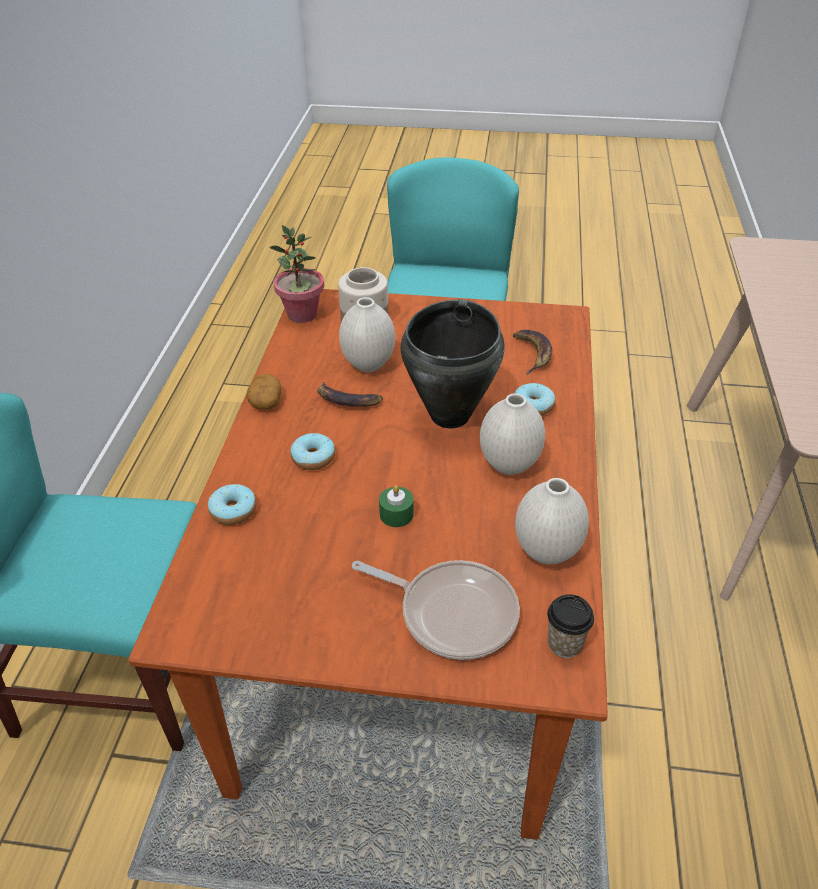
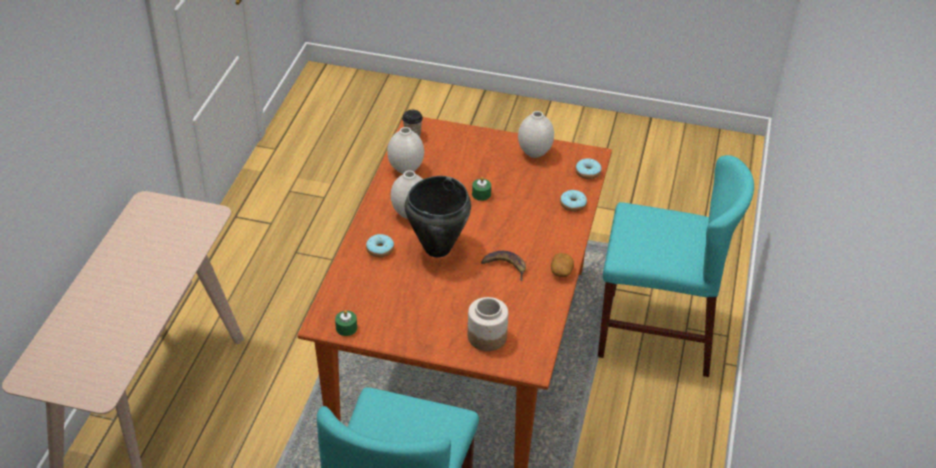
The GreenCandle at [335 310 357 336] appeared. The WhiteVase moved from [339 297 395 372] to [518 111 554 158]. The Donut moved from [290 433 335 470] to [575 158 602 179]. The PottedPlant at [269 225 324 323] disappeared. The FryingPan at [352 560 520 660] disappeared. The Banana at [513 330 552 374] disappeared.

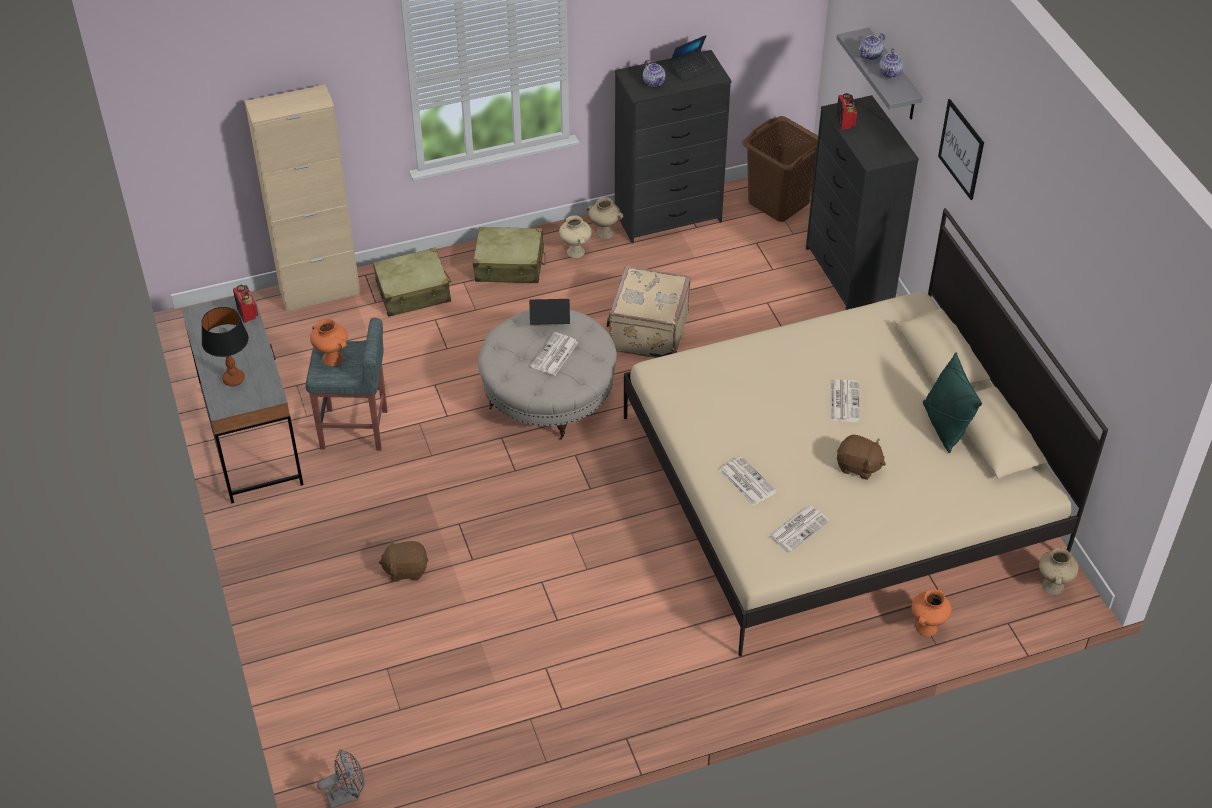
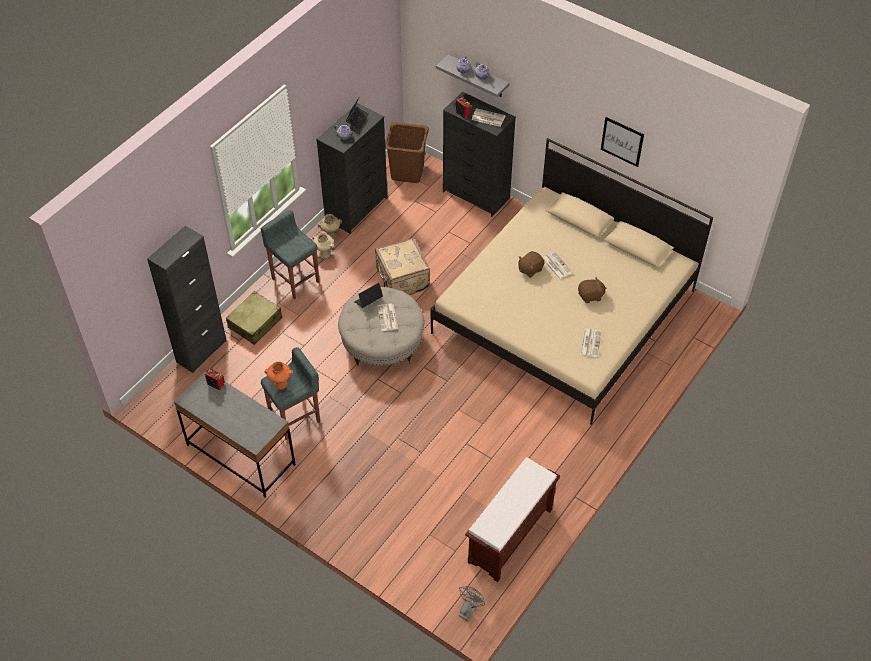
The BeigeCabinet at [245 84 361 312] became the BlackCabinet at [147 226 227 373]. The BeigeSuitcase at [473 227 546 283] was replaced by the GreyStool at [261 210 319 299]. The BrownBench at [465 457 560 582] appeared. The Newspaper moved from [719 456 777 506] to [471 108 506 127]. The BrownPlushToy moved from [378 539 429 582] to [518 251 544 278]. The Picture moved from [938 99 984 200] to [601 117 644 167]. The TableLamp at [202 307 249 386] disappeared. The OrangeVase at [911 589 951 636] disappeared. The GreenPillow at [923 352 982 453] disappeared. The BeigeVase at [1039 548 1078 595] disappeared.

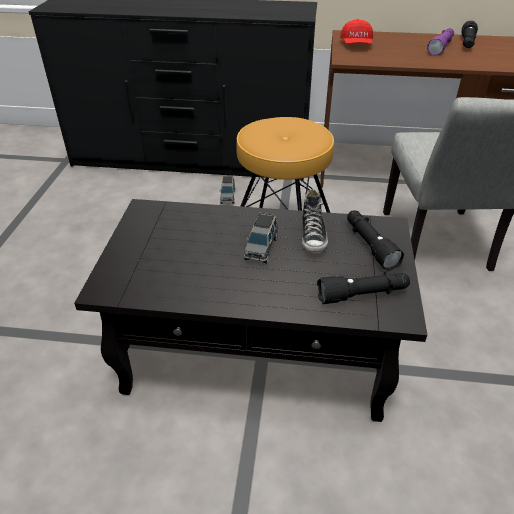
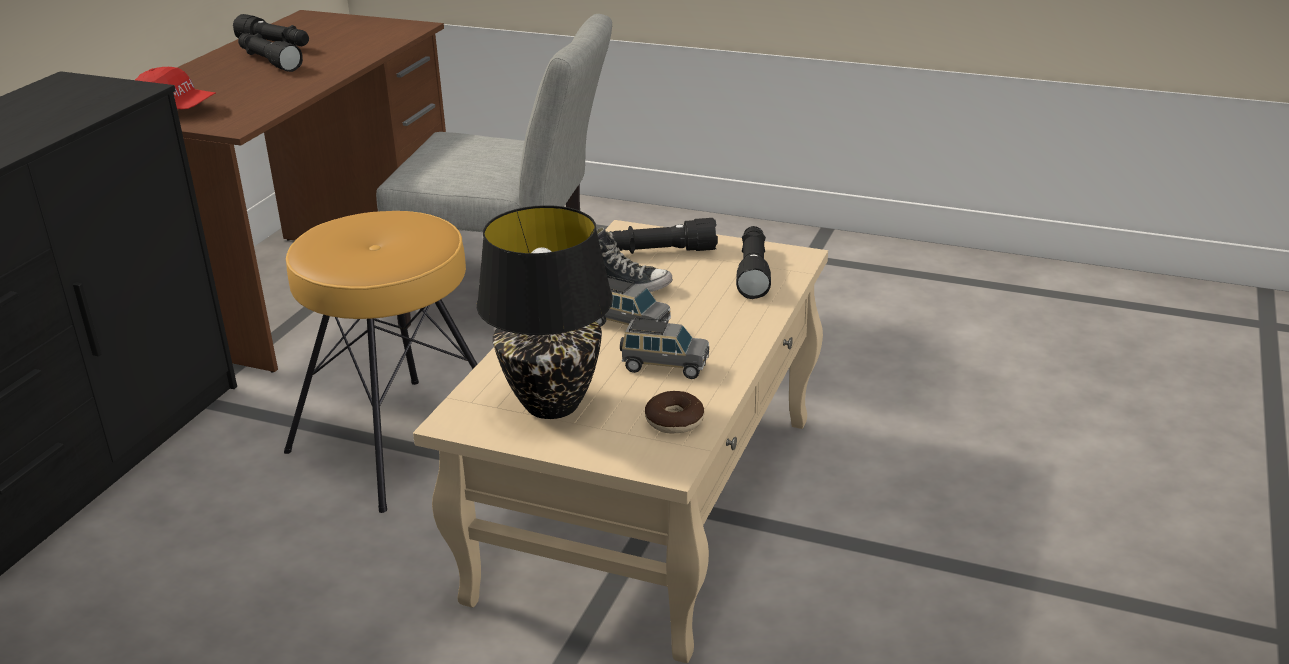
The PurpleFlashlight at [427 28 454 55] became the BlackFlashlight at [238 33 303 72]. The BlackCoffeeTable at [74 199 427 422] became the BeigeCoffeeTable at [413 220 828 663]. The BlackTableLamp at [477 205 613 419] appeared. The GreyToyCar moved from [220 175 235 204] to [620 317 709 379]. The Donut at [645 391 704 434] appeared.

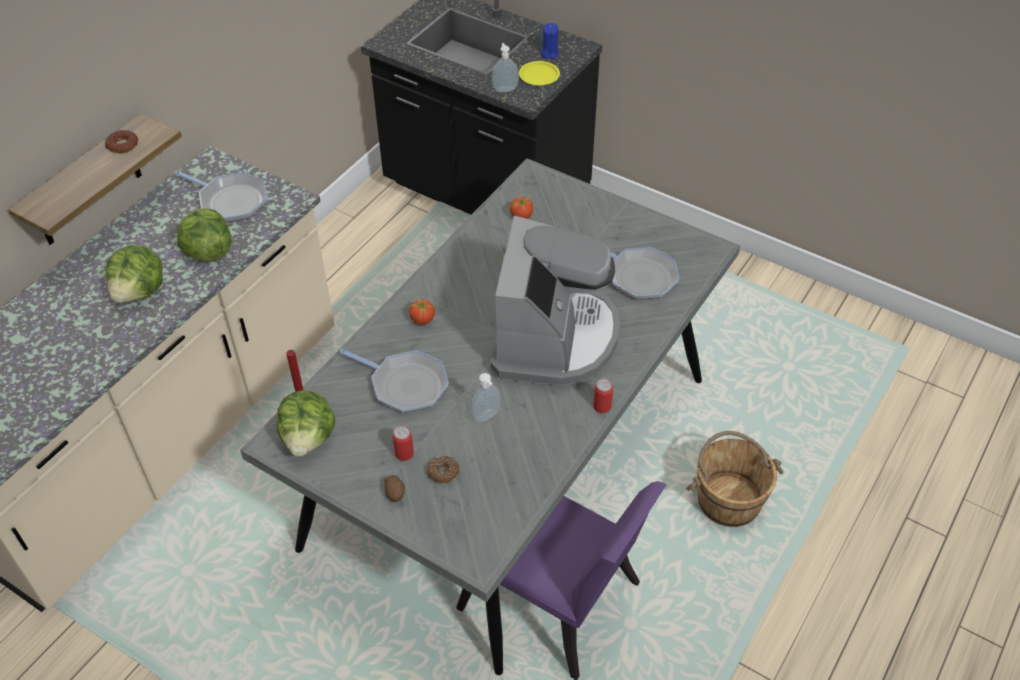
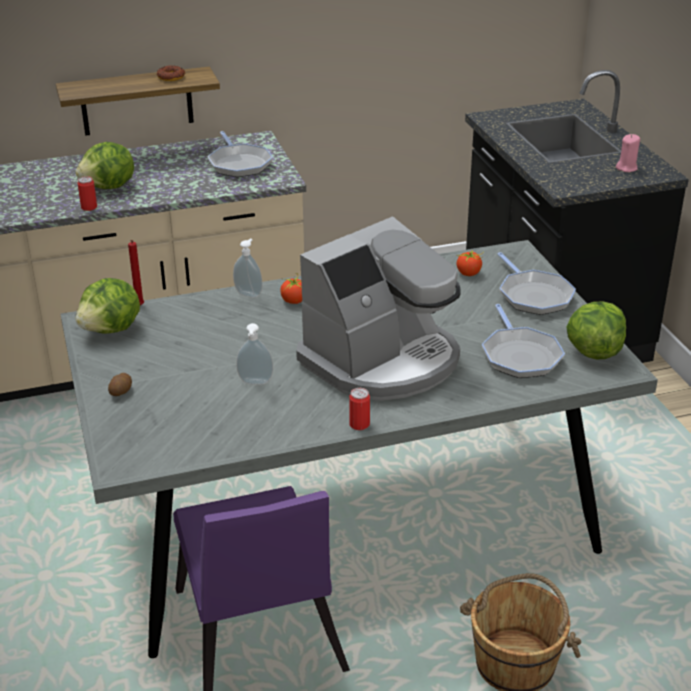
The Can moved from [393 426 414 461] to [78 176 97 211]. The SoapDispenser moved from [492 43 519 92] to [233 239 262 298]. The FryingPan moved from [339 349 449 413] to [498 252 576 315]. The Lettuce moved from [177 208 231 262] to [566 301 626 359]. The BlueCandle at [540 23 559 59] became the PinkCandle at [616 134 640 172]. The Donut at [427 456 459 484] disappeared. The YellowPlate at [519 61 560 85] disappeared.

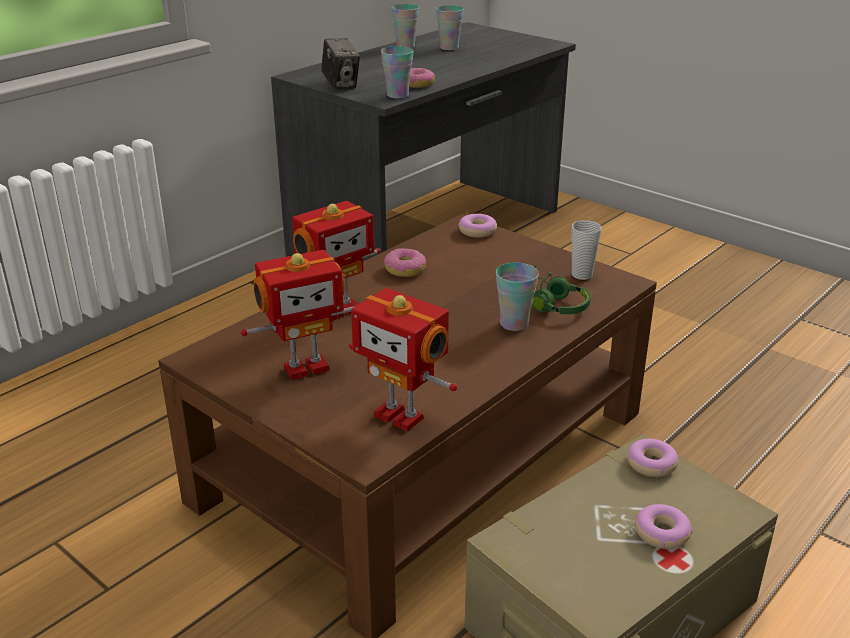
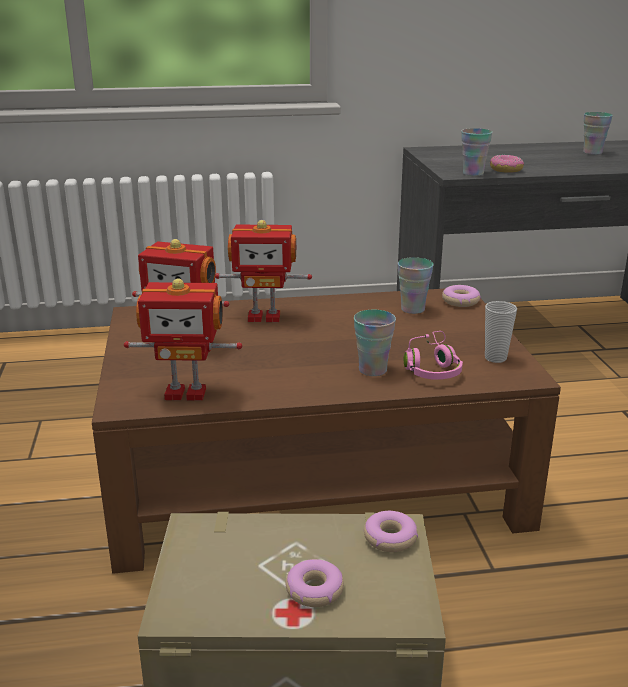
The ToyRobot at [349 288 457 432] turned 75 degrees counterclockwise. The Cup moved from [391 4 419 48] to [398 257 434 314]. The GreenHeadphones at [532 265 591 314] became the PinkHeadphones at [404 331 463 380]. The PhotoCamera at [321 39 360 89] disappeared. The Donut at [384 248 426 277] disappeared.

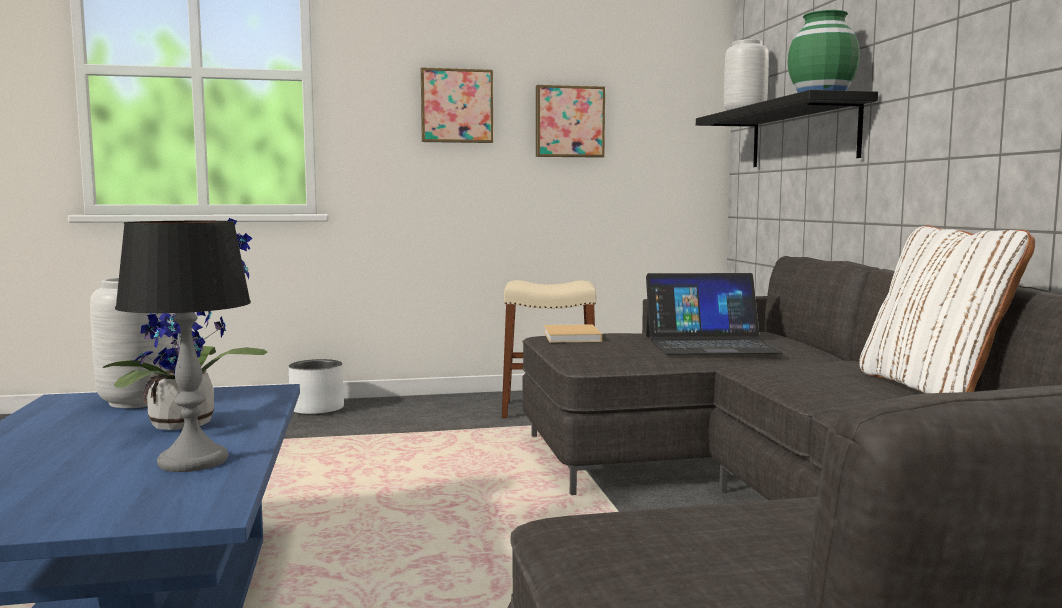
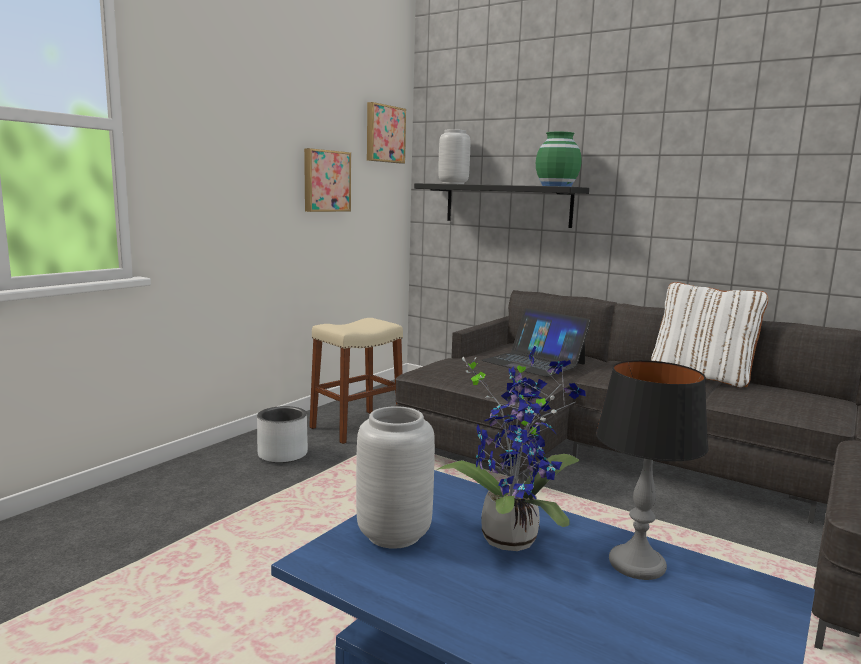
The GreyPlanter moved from [289 359 344 416] to [257 406 308 463]. The Picture moved from [421 67 493 143] to [367 102 406 163]. The Laptop at [646 273 784 355] turned 90 degrees clockwise. The BeigeBook at [544 324 602 343] disappeared.

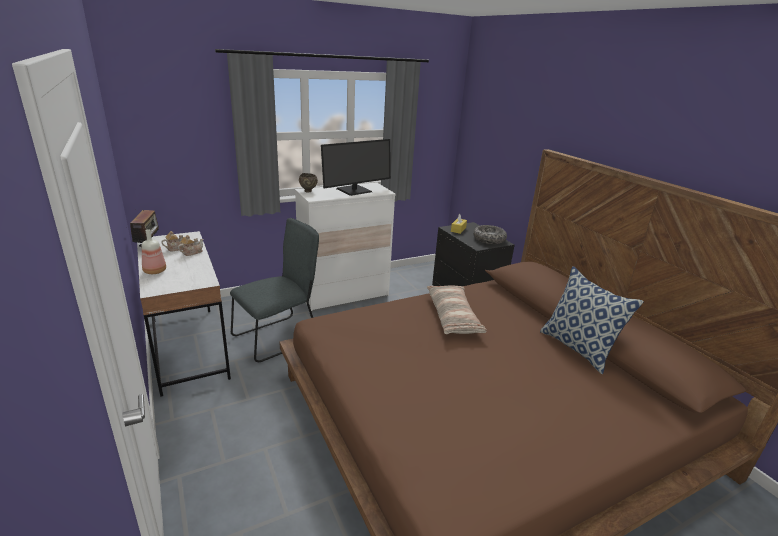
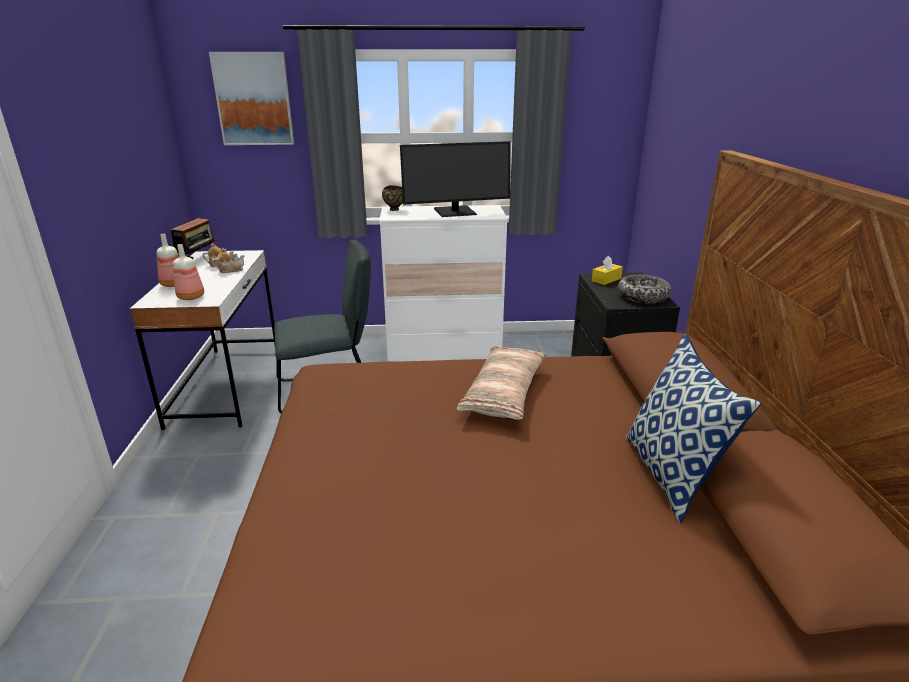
The Bottle at [173 244 204 300] appeared. The Picture at [209 52 294 145] appeared.

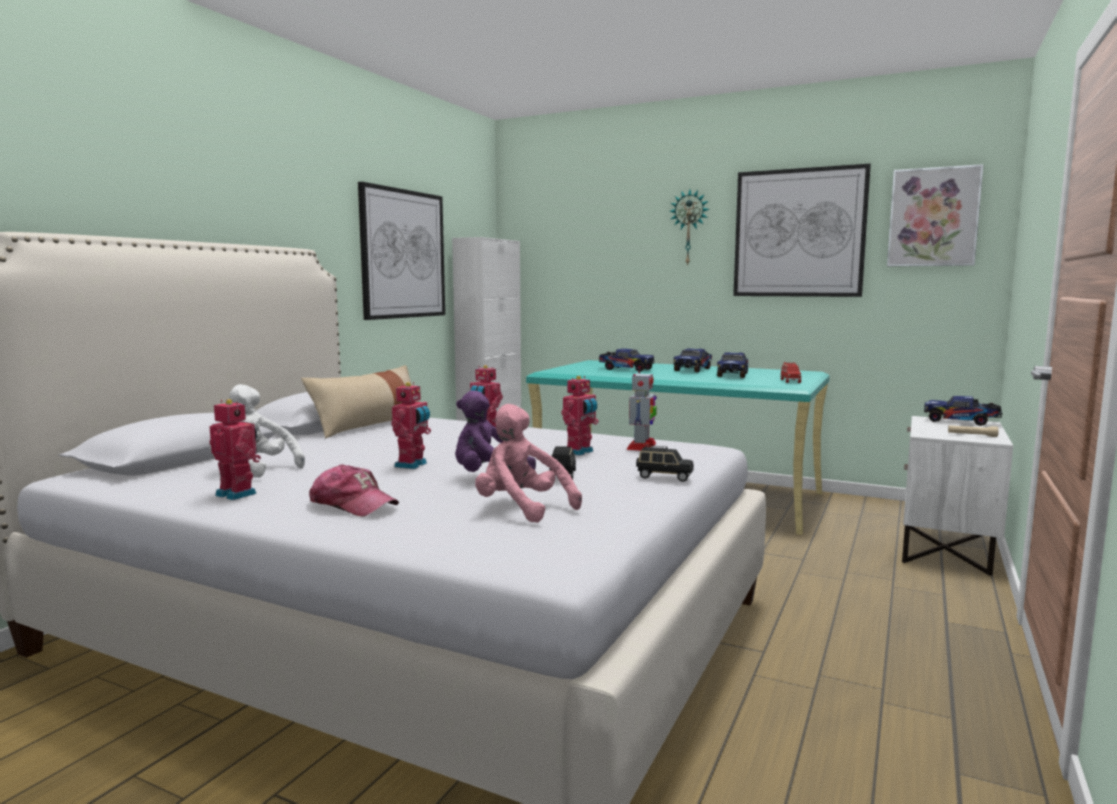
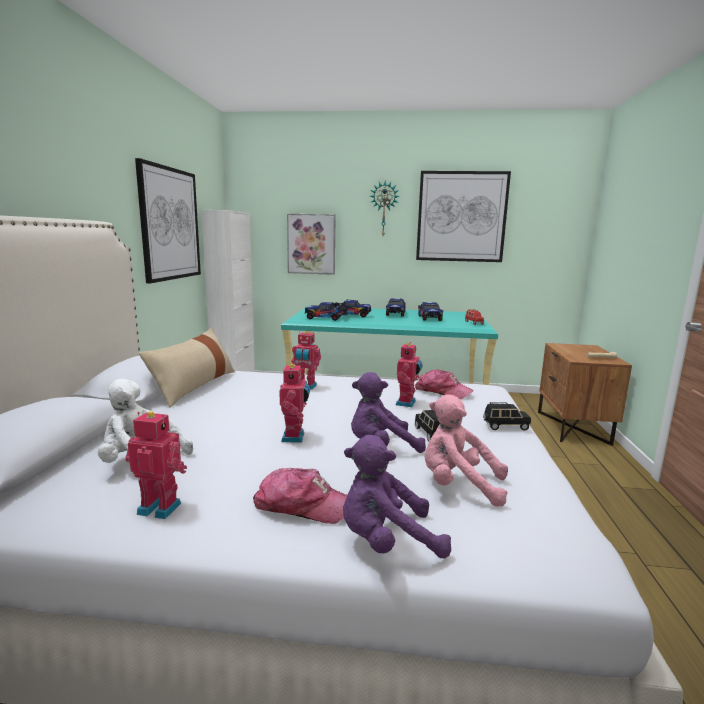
The Picture moved from [887 164 984 266] to [287 214 336 275]. The ToyTruck moved from [924 396 1002 426] to [305 302 348 321]. The PurplePlushToy at [343 435 451 558] appeared. The ToyRobot at [626 371 657 451] was replaced by the Cap at [415 369 474 399]. The WhiteNightstand at [902 416 1013 576] became the BrownNightstand at [538 343 632 446].

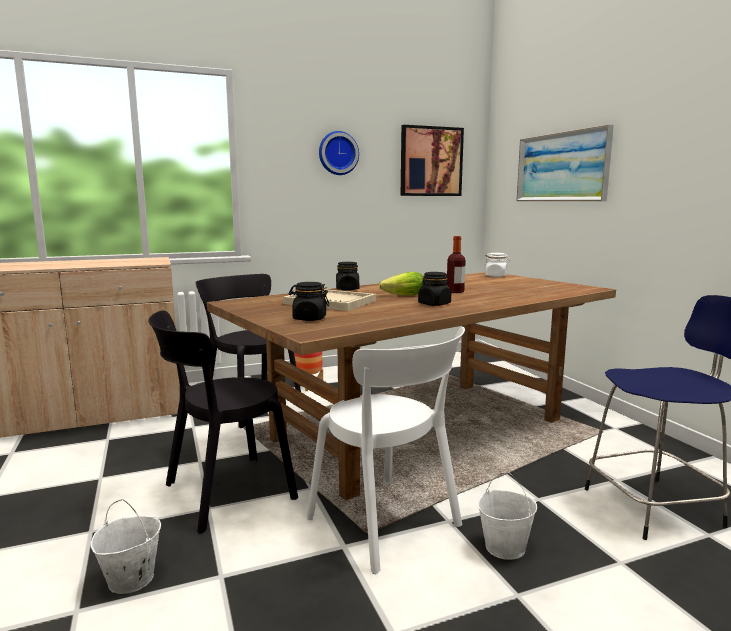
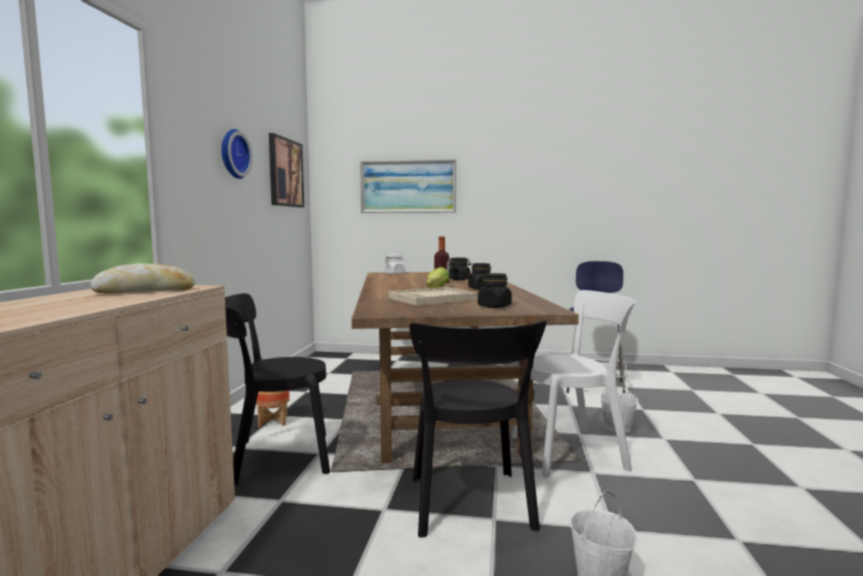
The Bread at [90 263 195 293] appeared. The BlackJar moved from [336 262 359 291] to [449 258 472 280].

